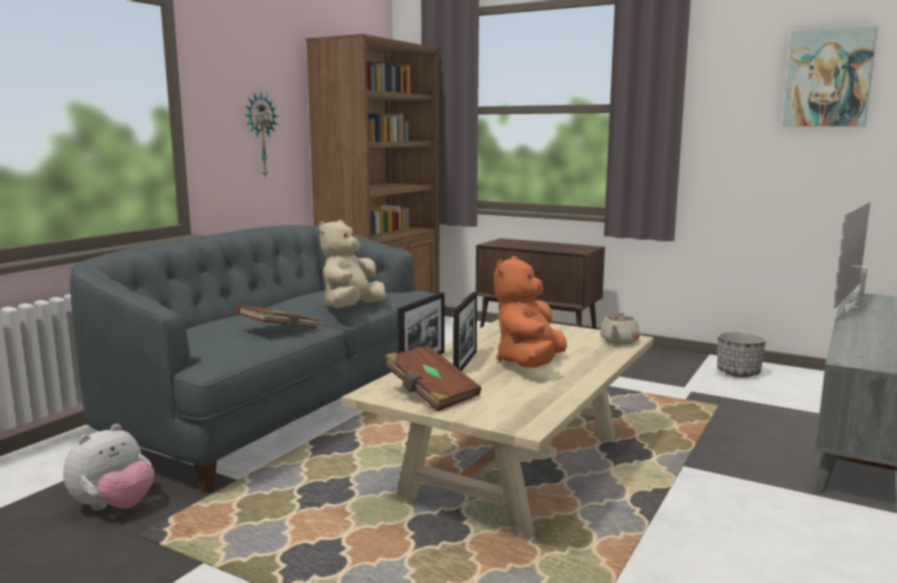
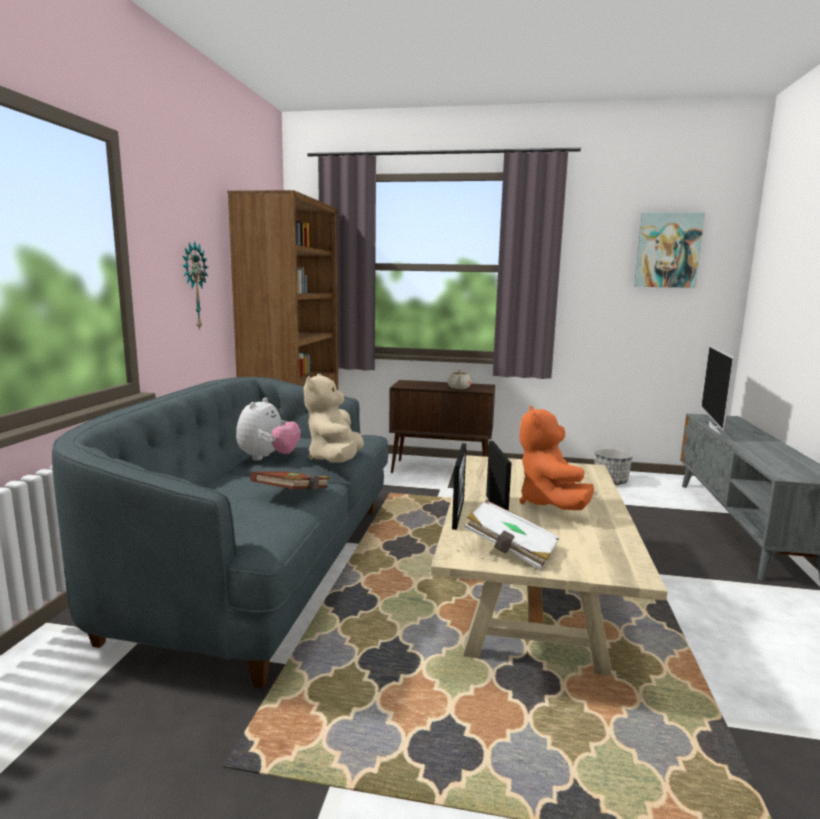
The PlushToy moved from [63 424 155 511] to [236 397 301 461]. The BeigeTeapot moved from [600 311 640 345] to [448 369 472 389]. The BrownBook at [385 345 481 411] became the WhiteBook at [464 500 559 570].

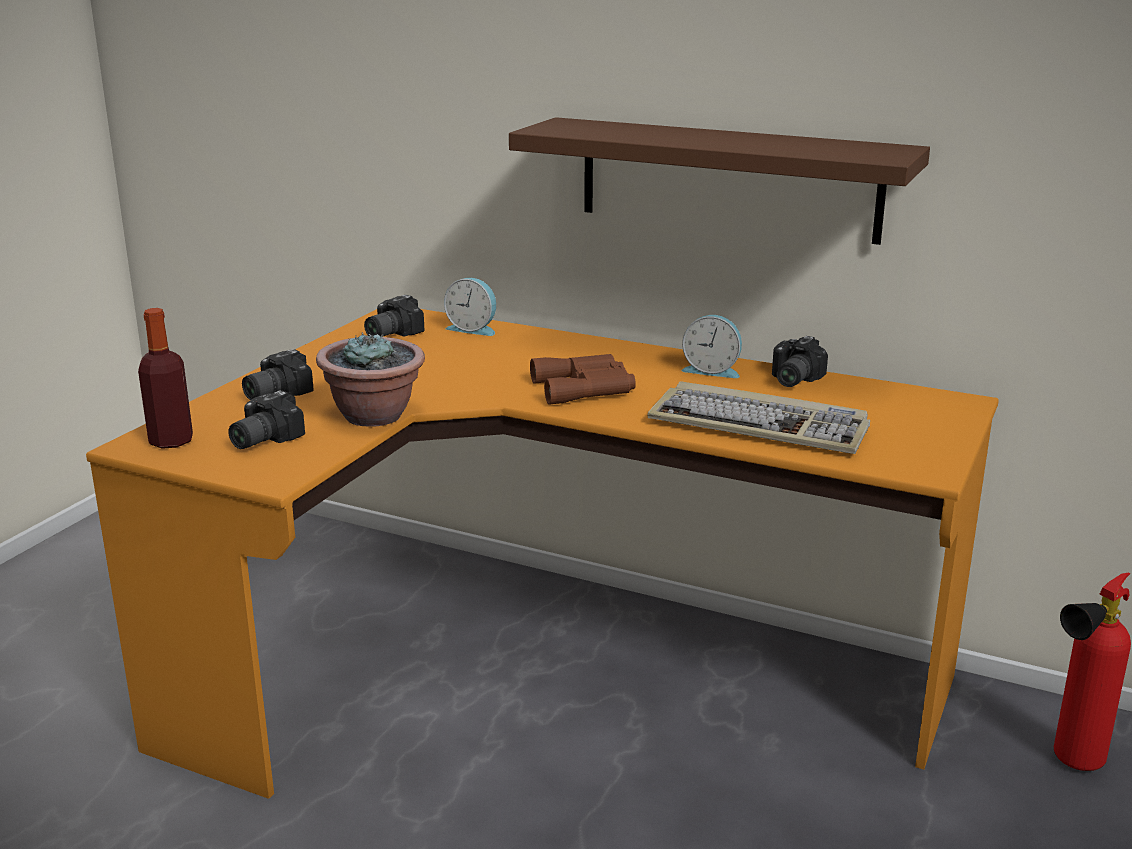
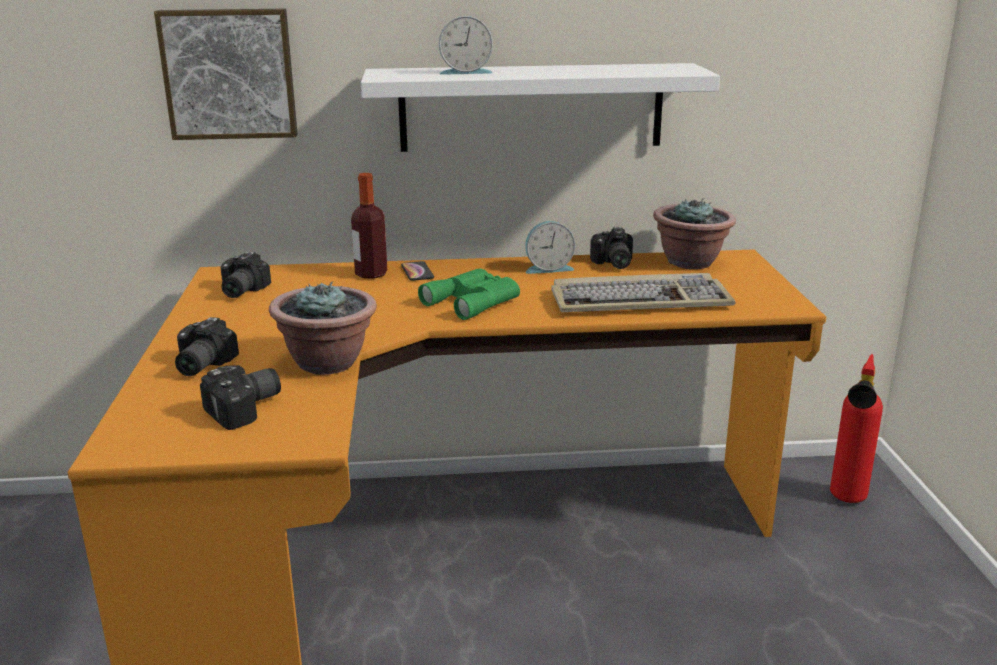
The Picture at [154 9 297 140] appeared. The PhotoCamera at [228 390 305 449] turned 135 degrees counterclockwise. The Bottle moved from [138 308 193 449] to [351 173 387 279]. The BrownShelf at [509 117 930 245] became the WhiteShelf at [361 63 720 152]. The Phone at [401 261 434 281] appeared. The BrownBinoculars at [530 354 636 405] became the GreenBinoculars at [418 269 520 320]. The AlarmClock moved from [444 278 496 336] to [439 16 493 75]. The PottedPlant at [653 198 736 269] appeared.

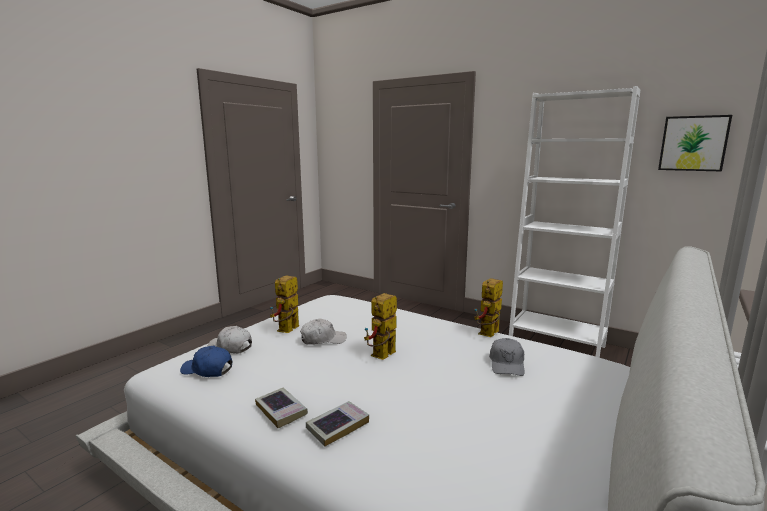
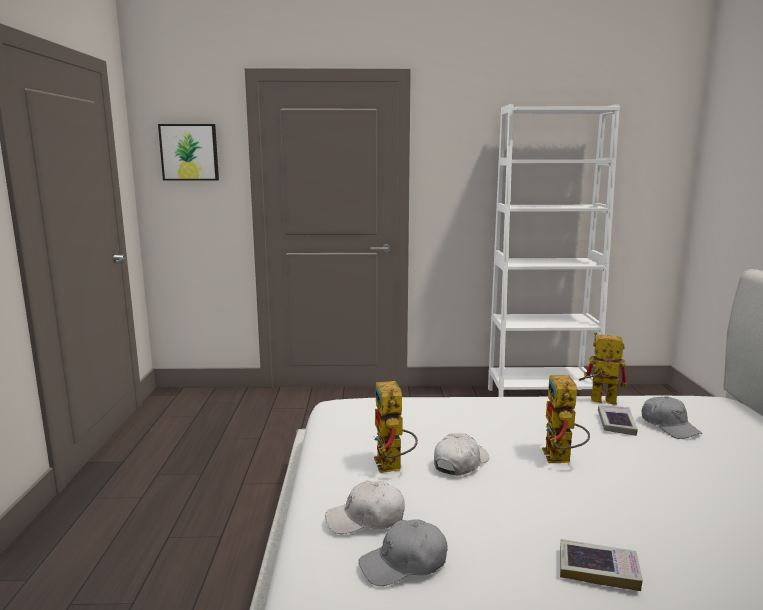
The Picture moved from [658 115 732 172] to [158 124 219 181]. The BlueCap at [180 346 232 377] became the GreyCap at [359 519 448 586]. The ToyRobot at [474 278 503 337] turned 105 degrees clockwise. The Book moved from [306 401 369 447] to [598 405 638 436].

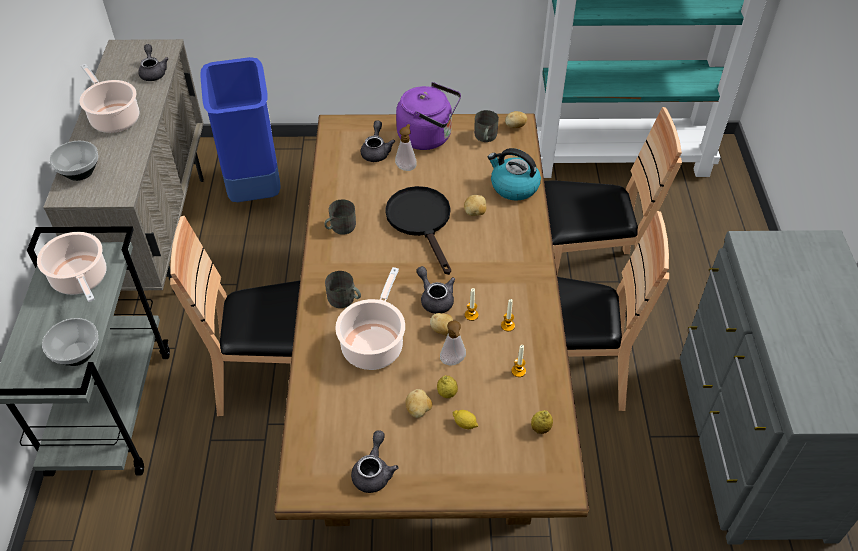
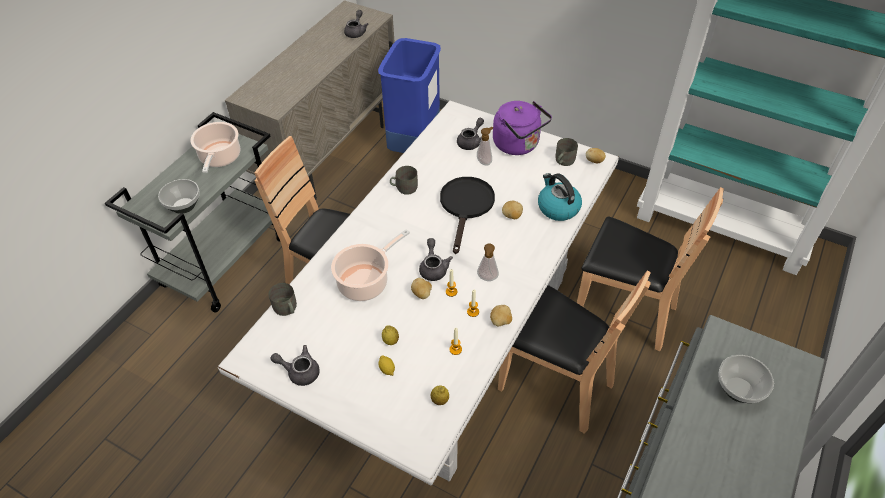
The BrownDiningTable at [274 114 589 526] became the WhiteDiningTable at [218 101 619 485]. The GreyMug moved from [325 271 361 308] to [268 283 297 316]. The GreyTeapot at [351 430 399 493] turned 120 degrees counterclockwise. The SoapDispenser moved from [440 321 466 365] to [477 244 499 281]. The Potato moved from [405 389 433 418] to [490 305 512 326]. The Bowl moved from [50 141 98 181] to [718 355 774 403]. The CookingPot at [79 64 139 133] disappeared.

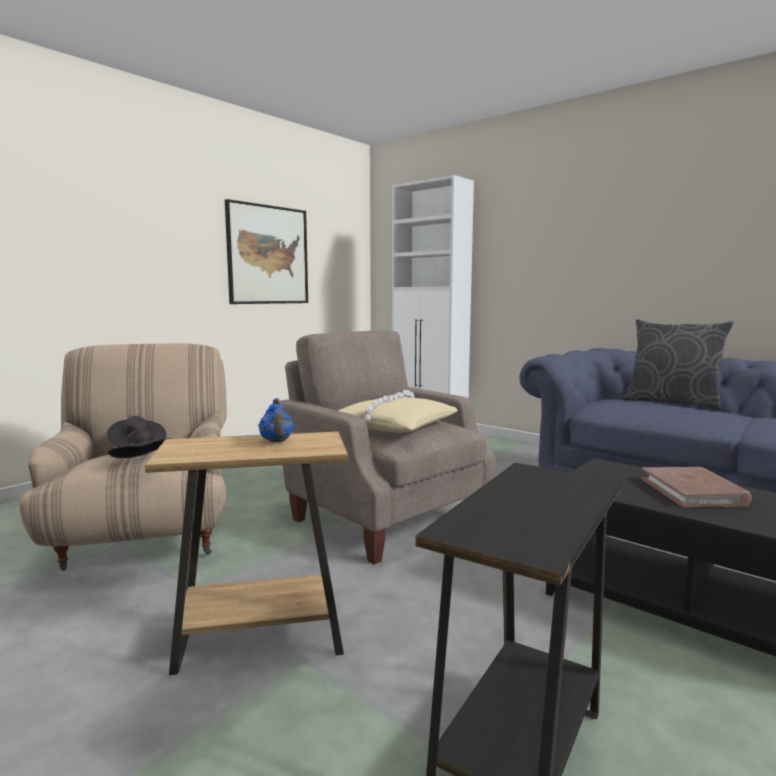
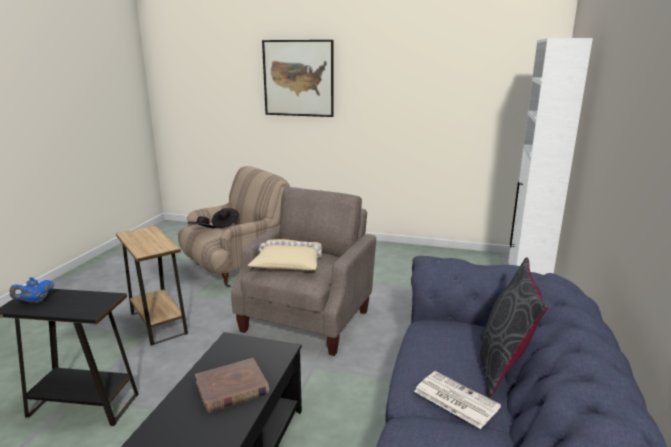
The BlueTeapot moved from [258 398 294 442] to [9 277 54 303]. The Picture moved from [225 199 308 304] to [262 40 334 117]. The Newspaper at [414 371 501 429] appeared.

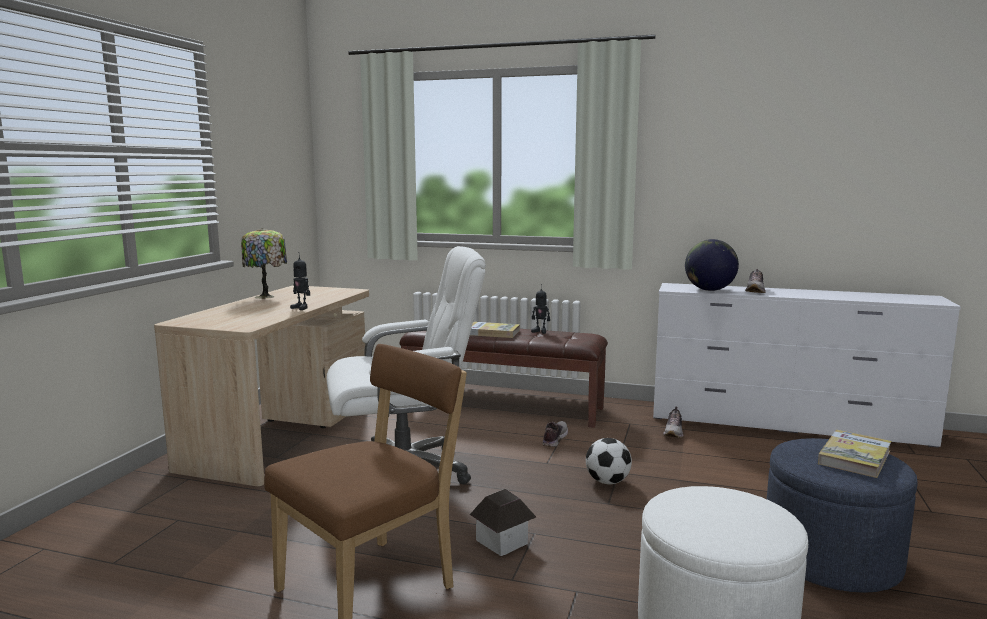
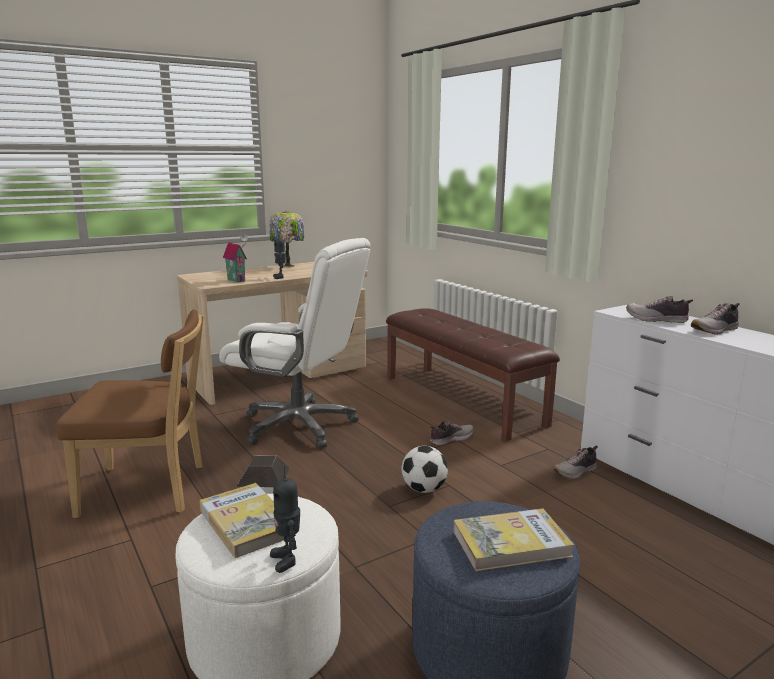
The Book moved from [470 322 520 338] to [200 483 296 558]. The ToyHouse at [223 234 248 282] appeared. The ToyRobot moved from [531 284 550 334] to [270 466 300 573]. The Globe at [685 239 739 291] was replaced by the Shoe at [626 296 693 323].

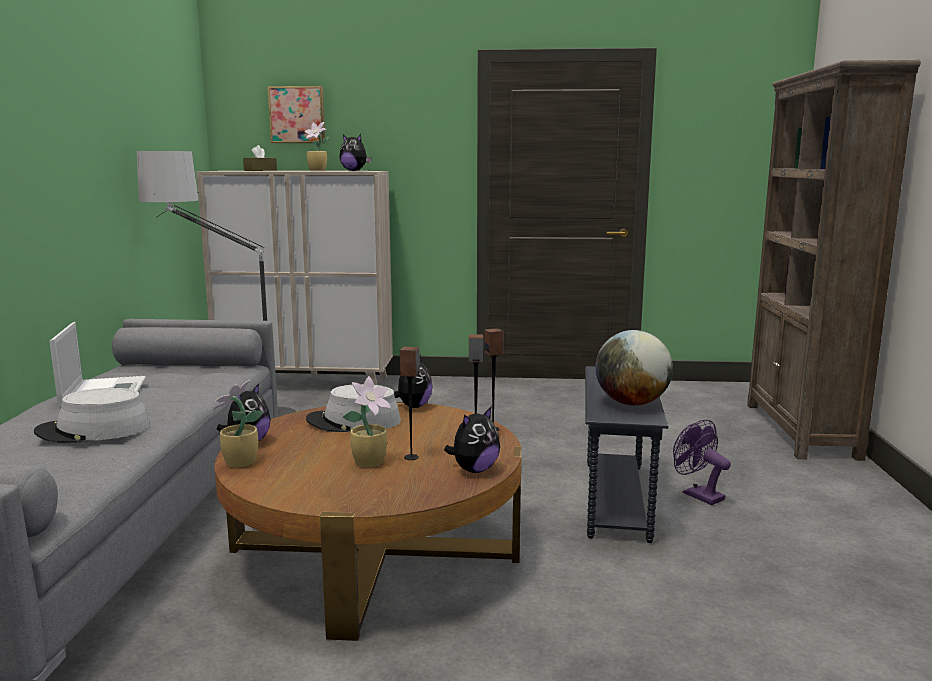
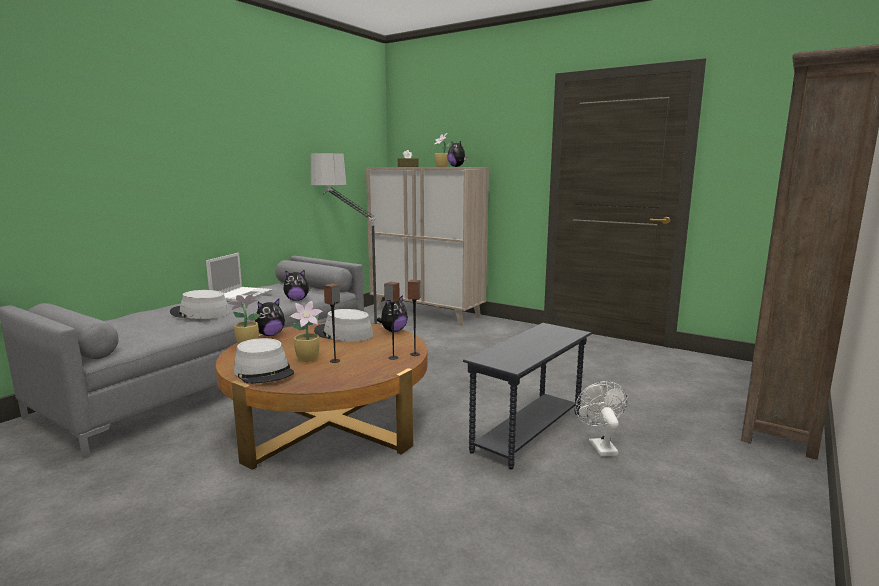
The GreyHat at [234 338 294 384] appeared. The PlushToy moved from [444 406 500 473] to [283 270 311 301]. The PurpleFan at [673 419 731 505] became the WhiteFan at [575 381 628 456]. The Picture at [267 86 325 143] disappeared. The Globe at [595 330 673 405] disappeared.

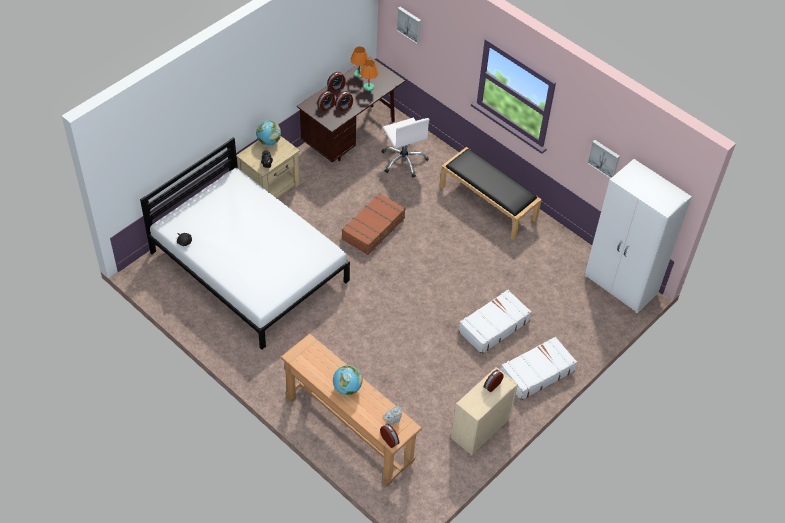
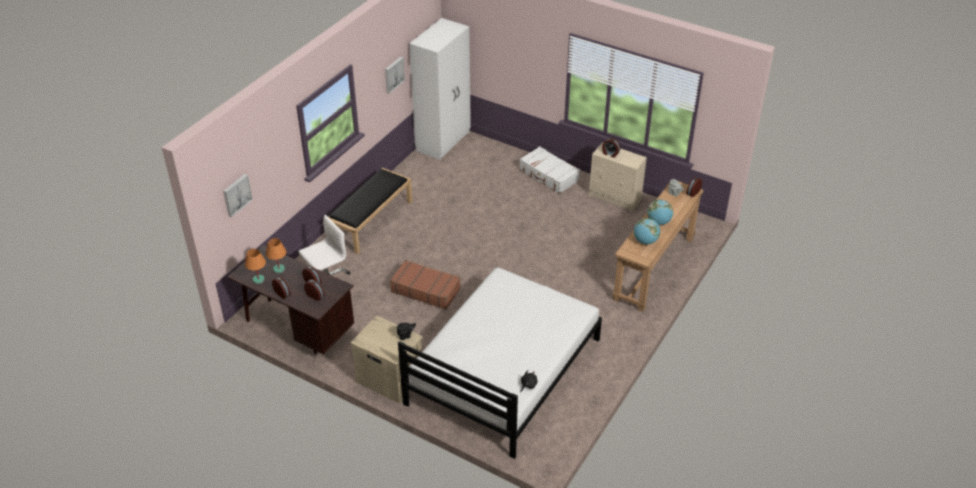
The Globe moved from [256 120 281 145] to [634 218 660 244]. The WhiteSuitcase at [459 290 532 354] disappeared.

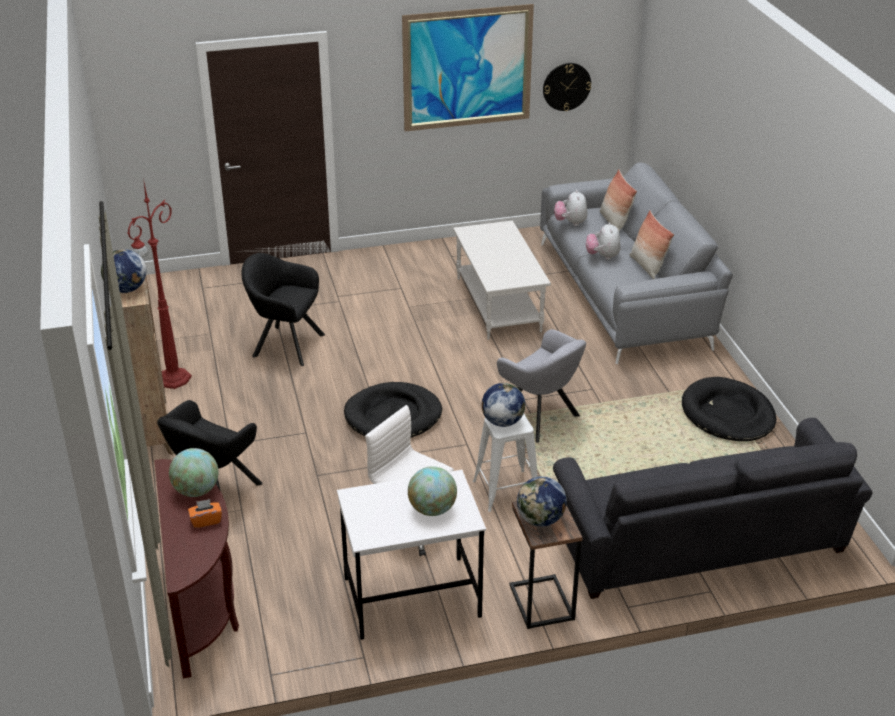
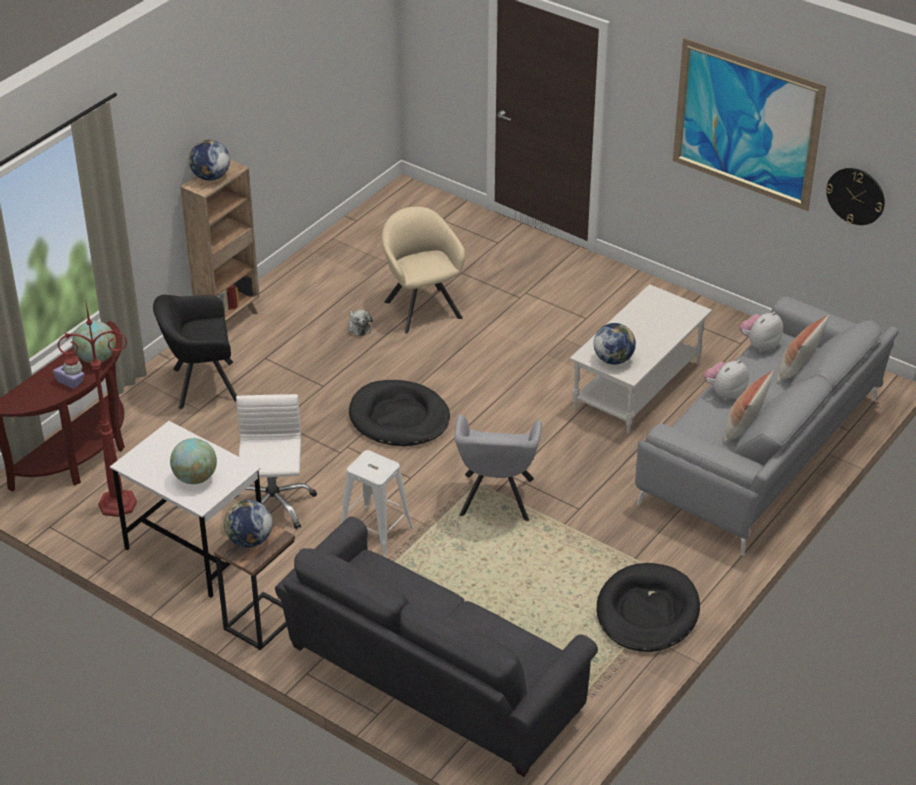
The OrangeTissueBox at [188 499 222 528] became the PurpleTissueBox at [53 365 84 389]. The RedFloorLamp moved from [128 178 192 389] to [57 303 137 517]. The PlushToy at [348 310 373 336] appeared. The BlackArmchair at [242 253 325 366] became the BeigeArmchair at [382 207 465 334]. The Globe moved from [482 383 525 427] to [594 323 636 365].

